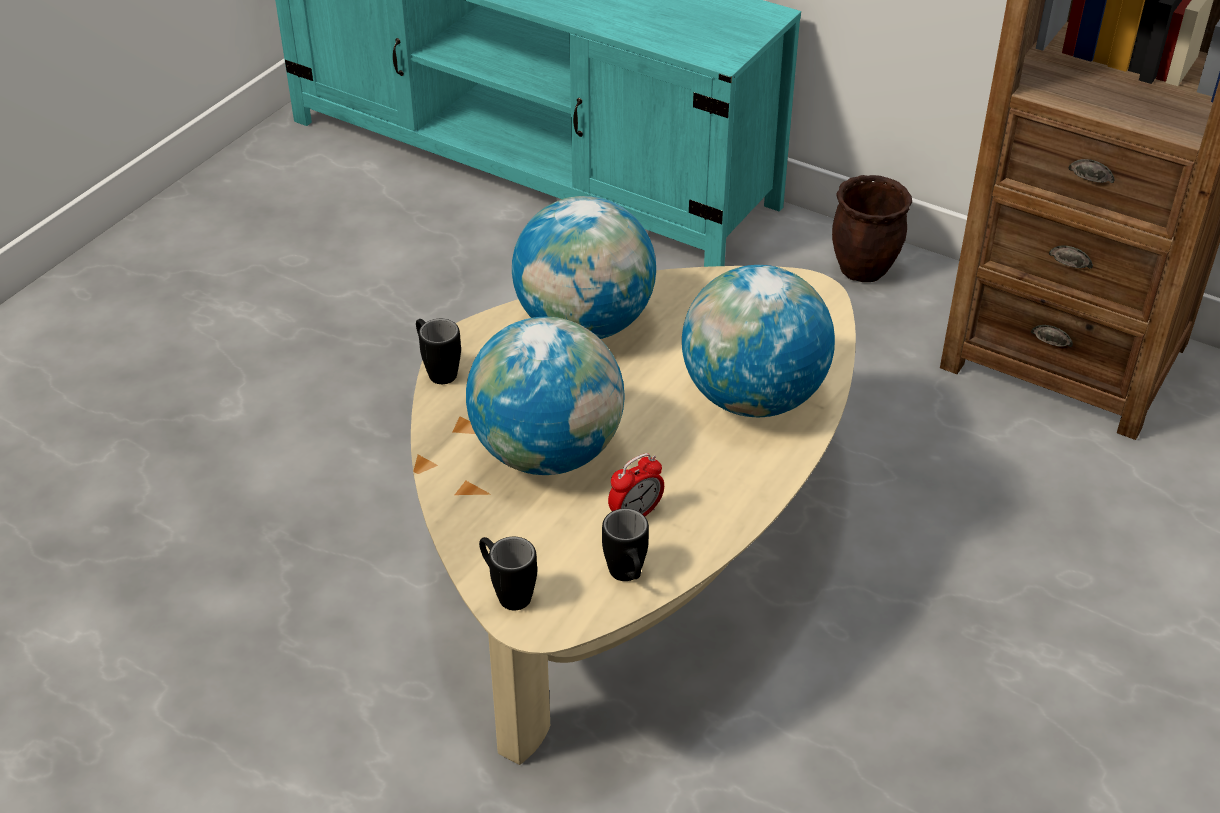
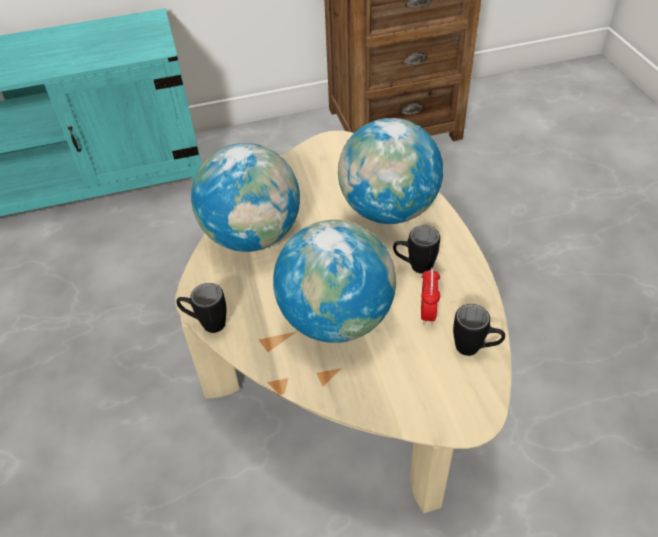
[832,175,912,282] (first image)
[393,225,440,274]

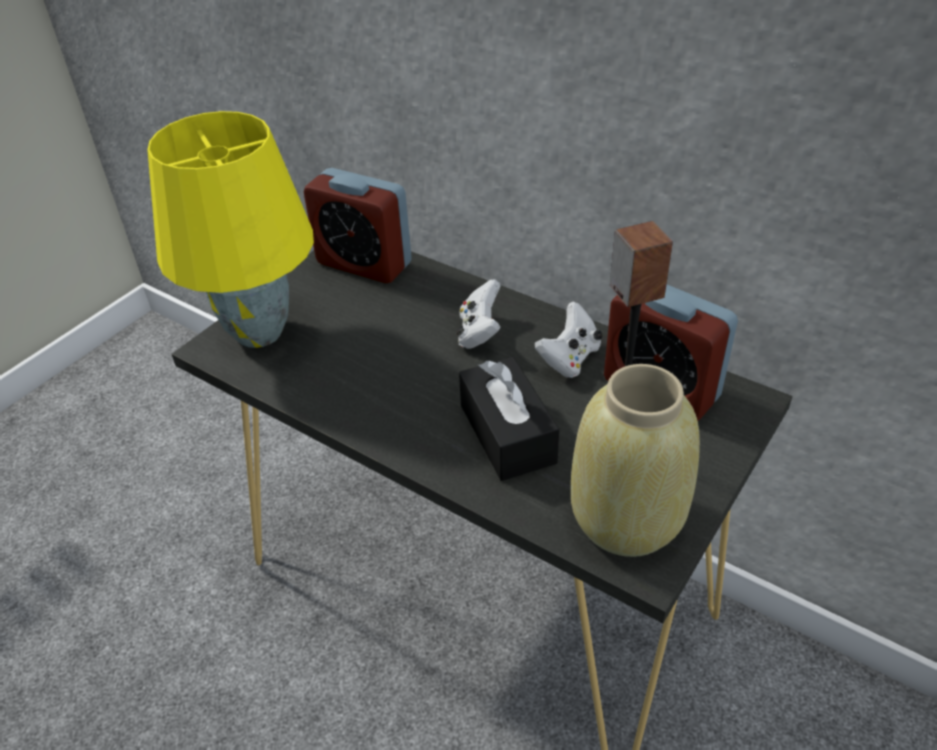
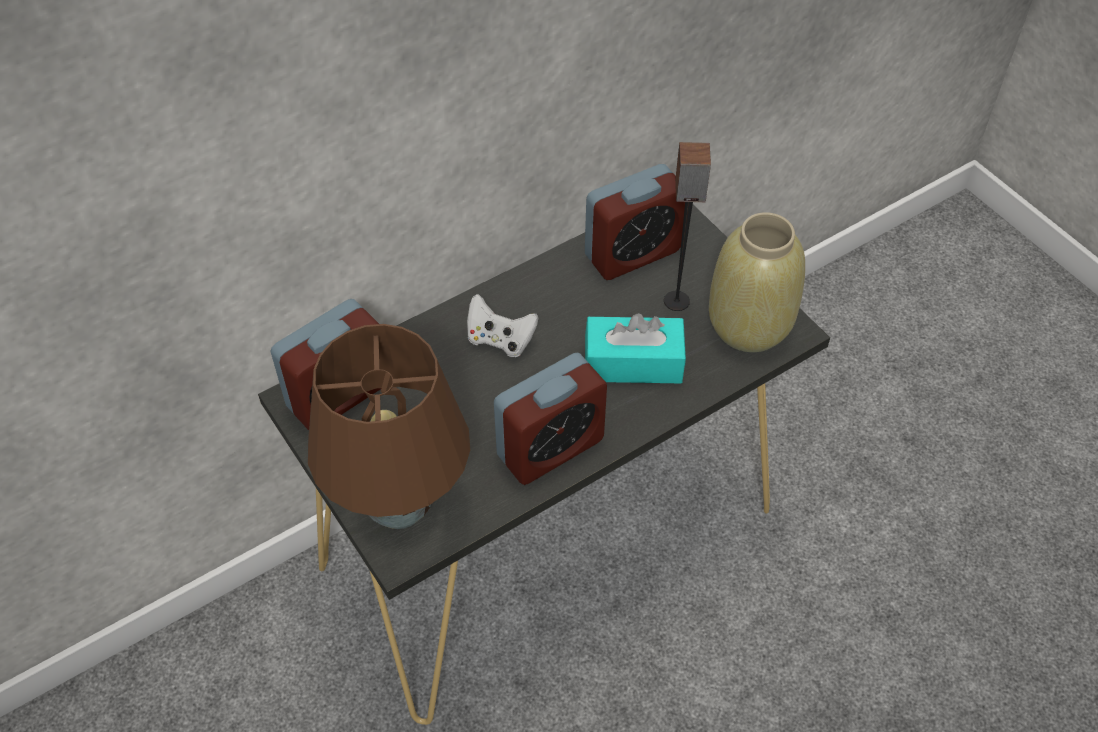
[534,302,603,378] (first image)
[494,352,607,485]
[308,324,470,529]
[585,313,686,383]

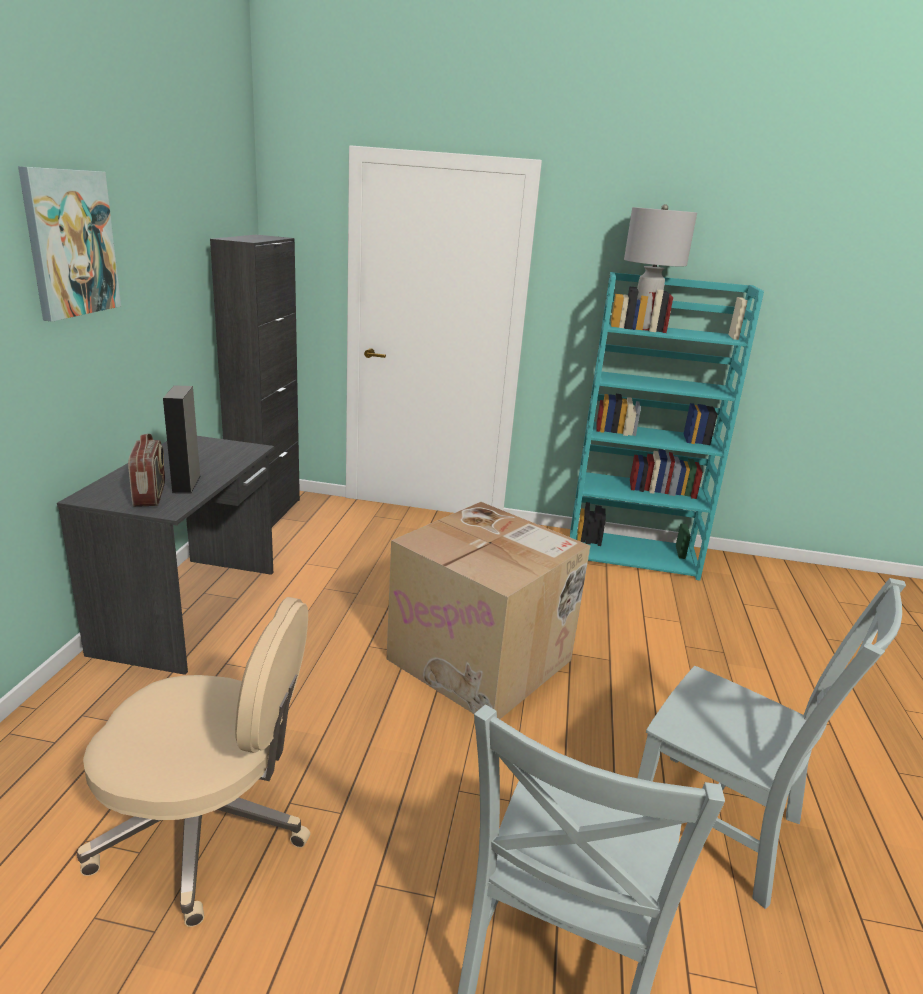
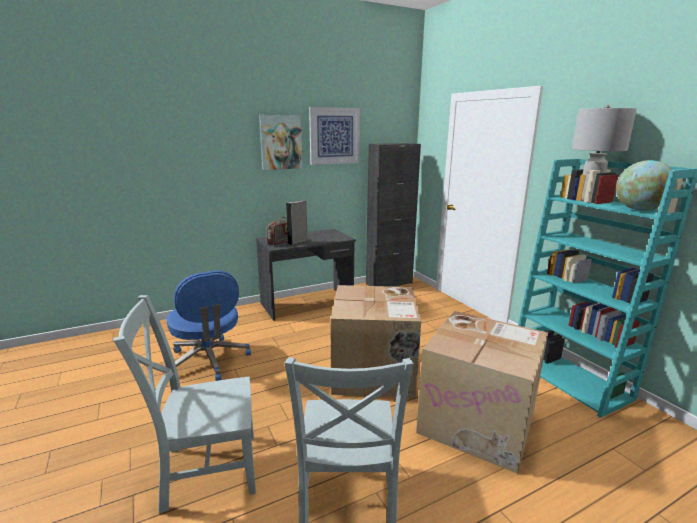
[309,107,360,165]
[416,311,548,474]
[616,160,678,211]
[166,270,251,381]

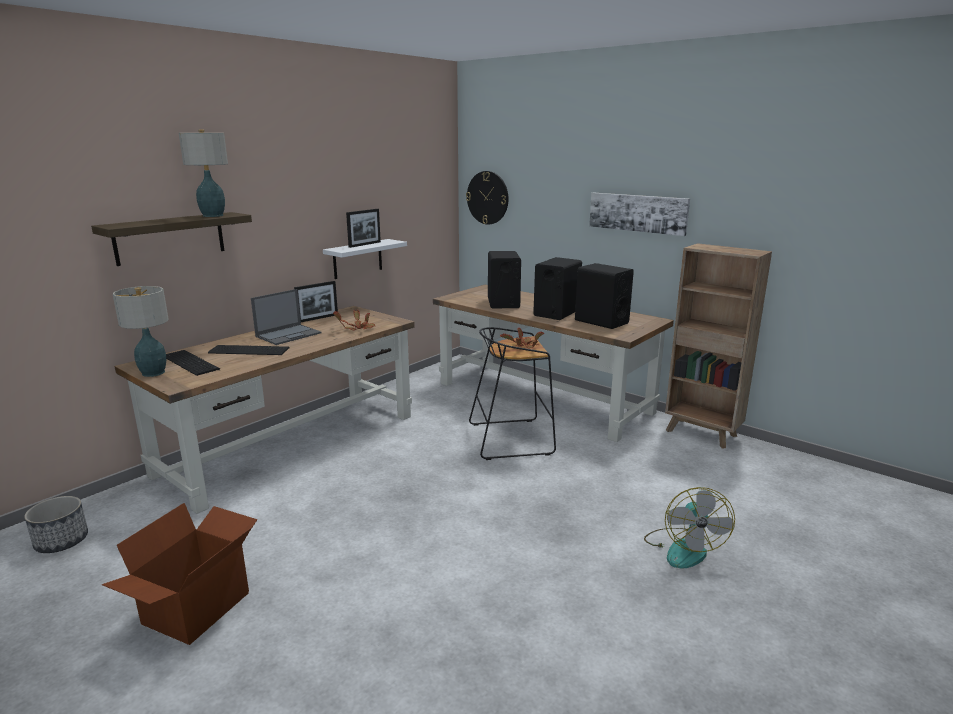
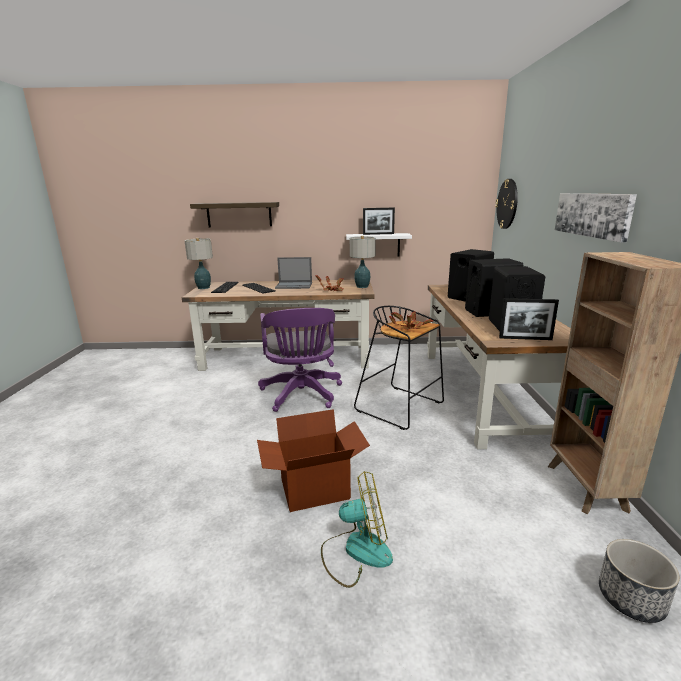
[258,308,342,412]
[599,539,680,623]
[257,409,370,512]
[350,236,375,288]
[499,298,559,340]
[321,471,393,588]

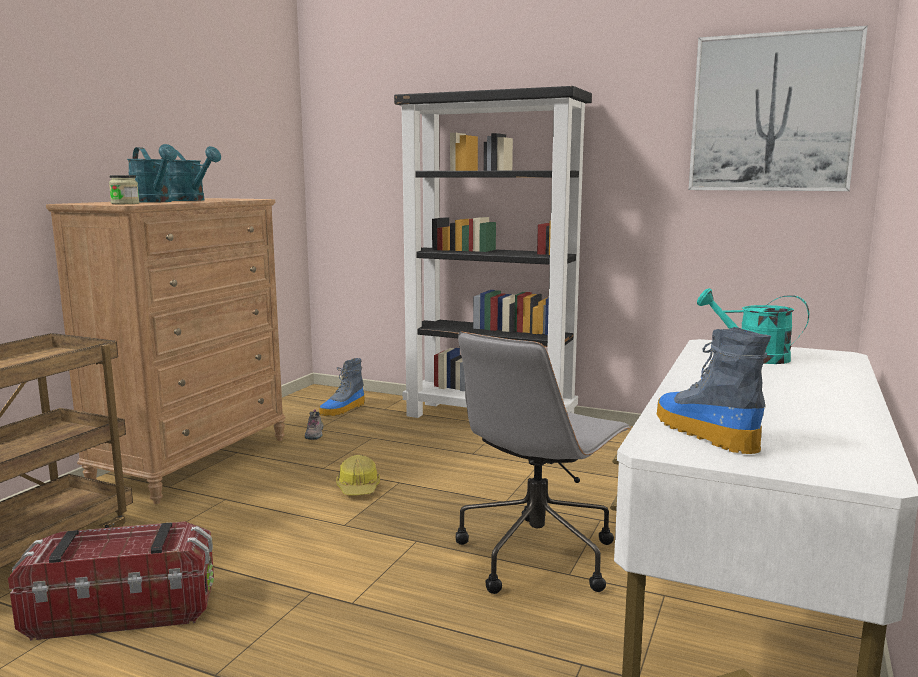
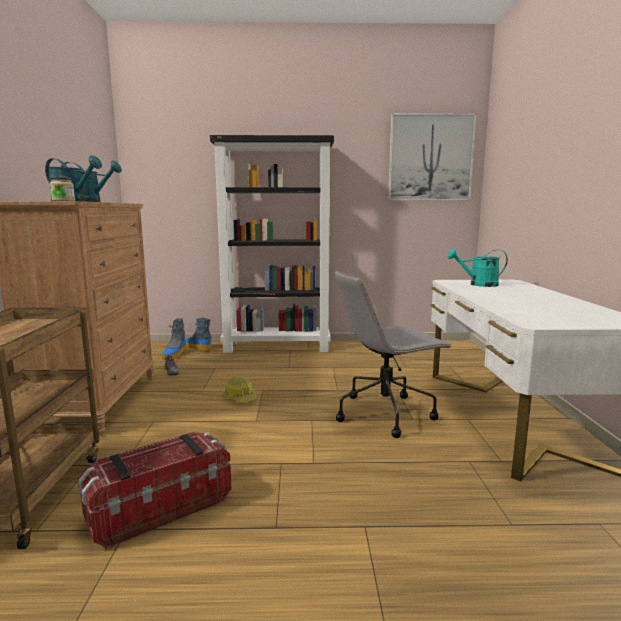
[186,318,212,351]
[335,270,453,438]

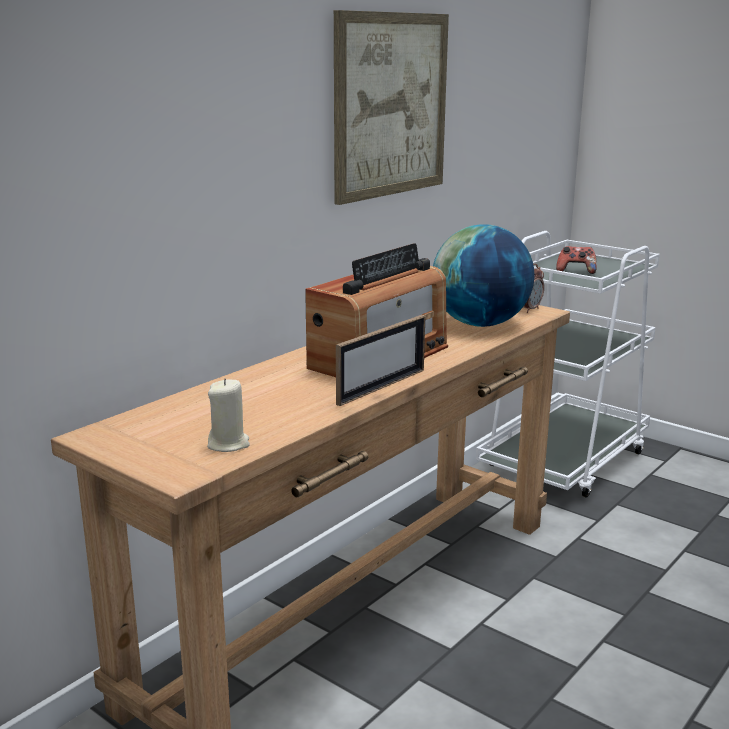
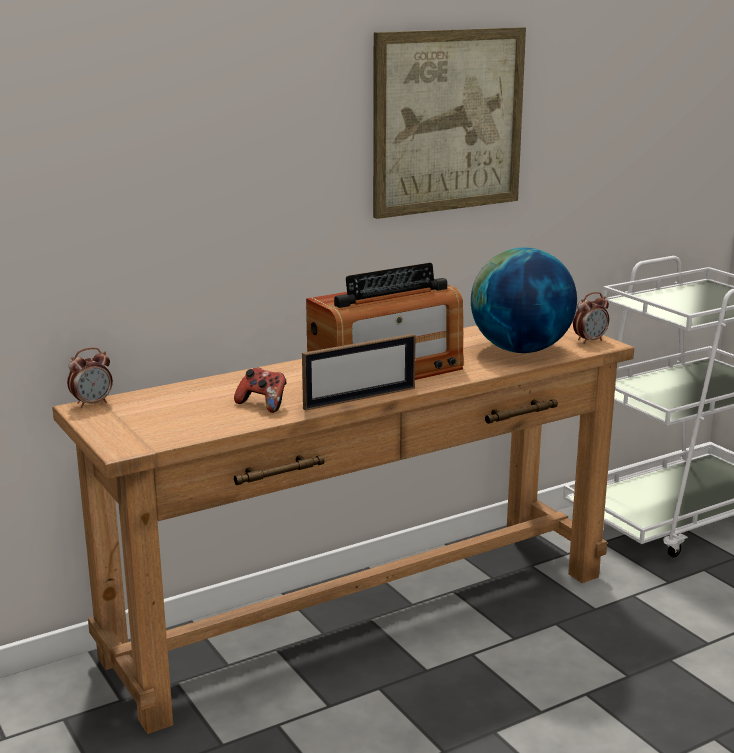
[207,378,250,452] (first image)
[67,348,113,408]
[234,367,287,413]

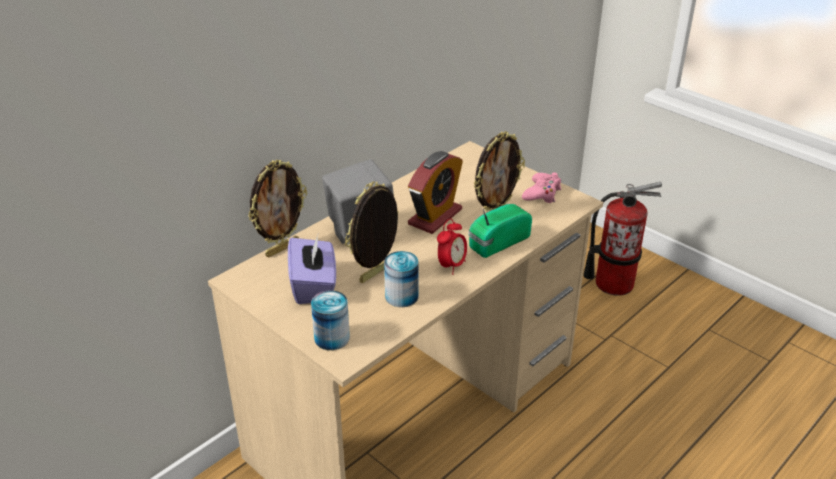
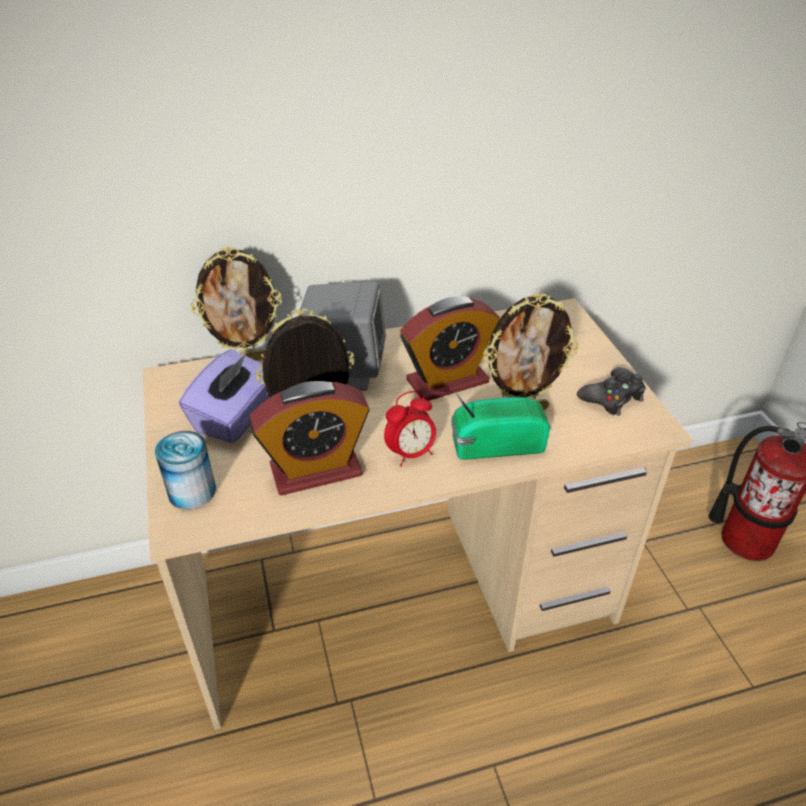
[250,381,370,496]
[577,367,646,416]

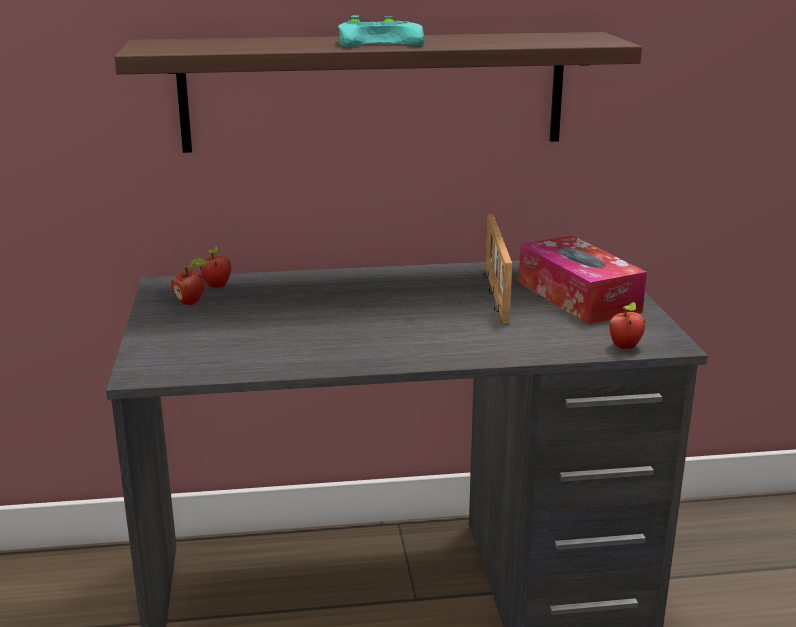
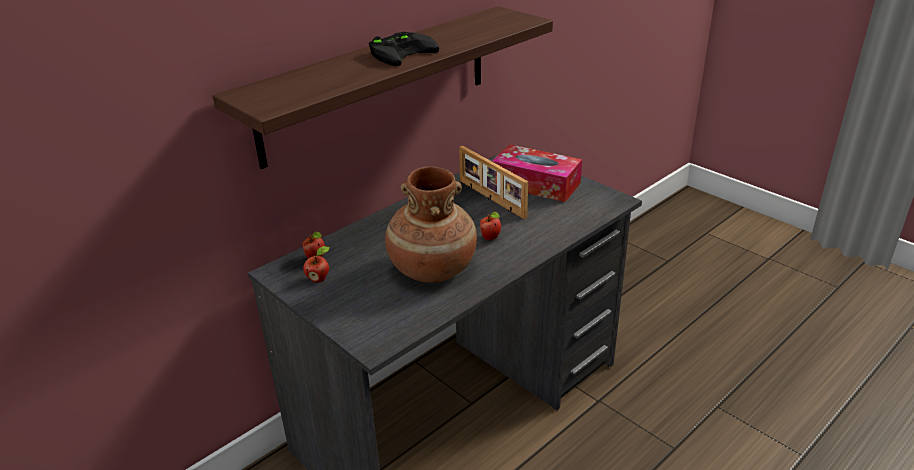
[385,166,477,283]
[480,212,501,241]
[369,32,439,66]

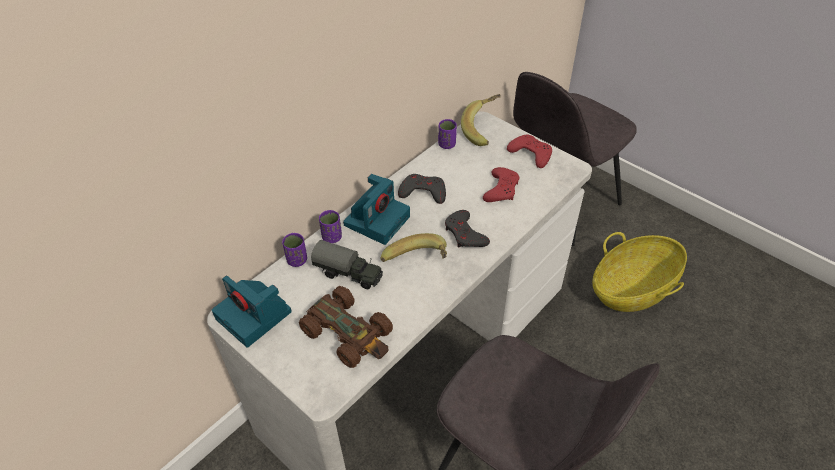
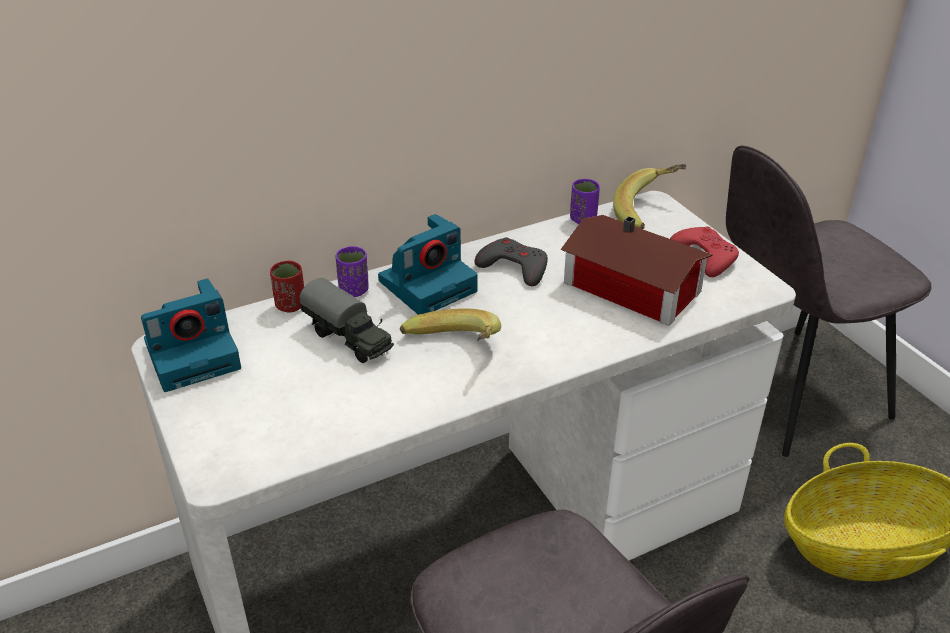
[299,286,393,368] (first image)
[445,210,490,248] (first image)
[561,215,713,326]
[270,260,304,312]
[141,279,241,392]

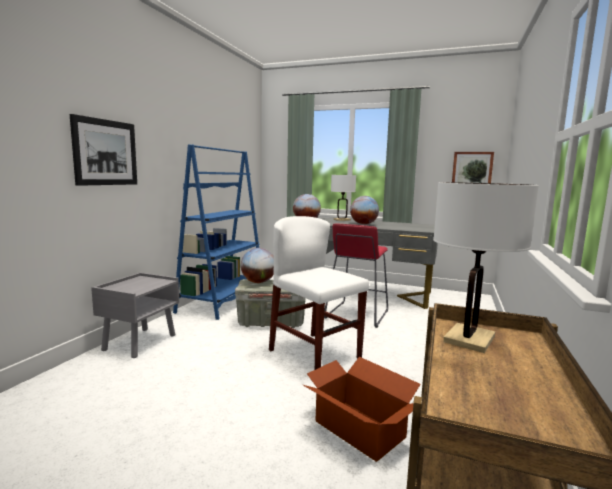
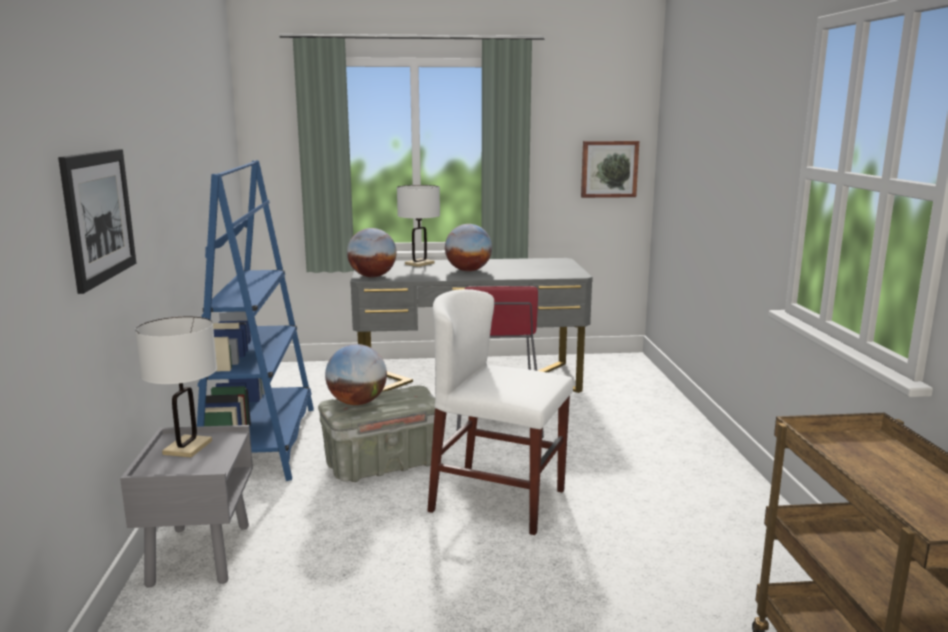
[303,357,421,462] (first image)
[135,316,217,458]

